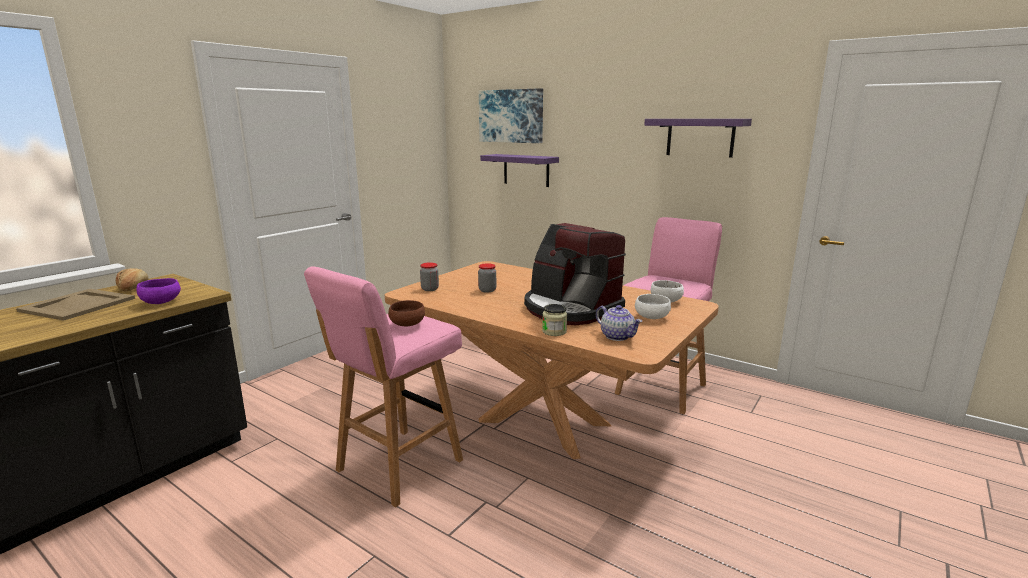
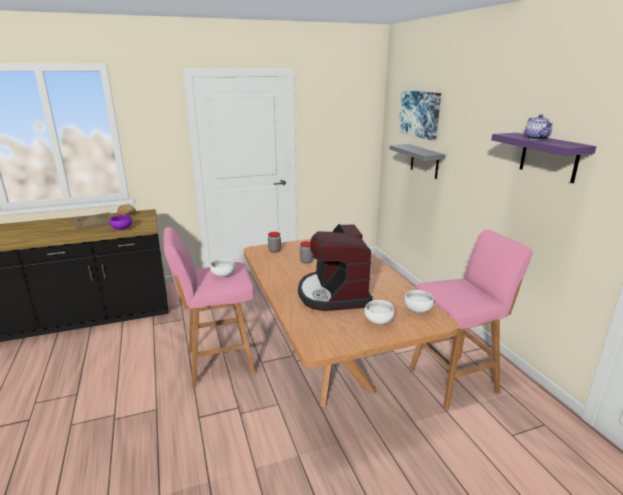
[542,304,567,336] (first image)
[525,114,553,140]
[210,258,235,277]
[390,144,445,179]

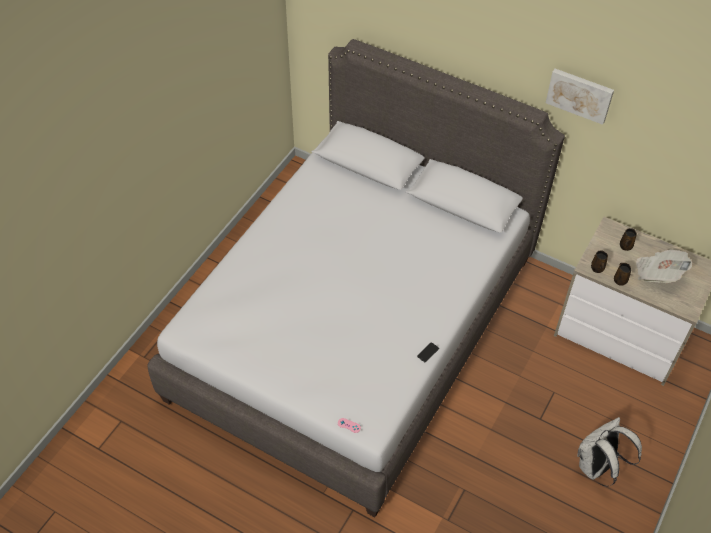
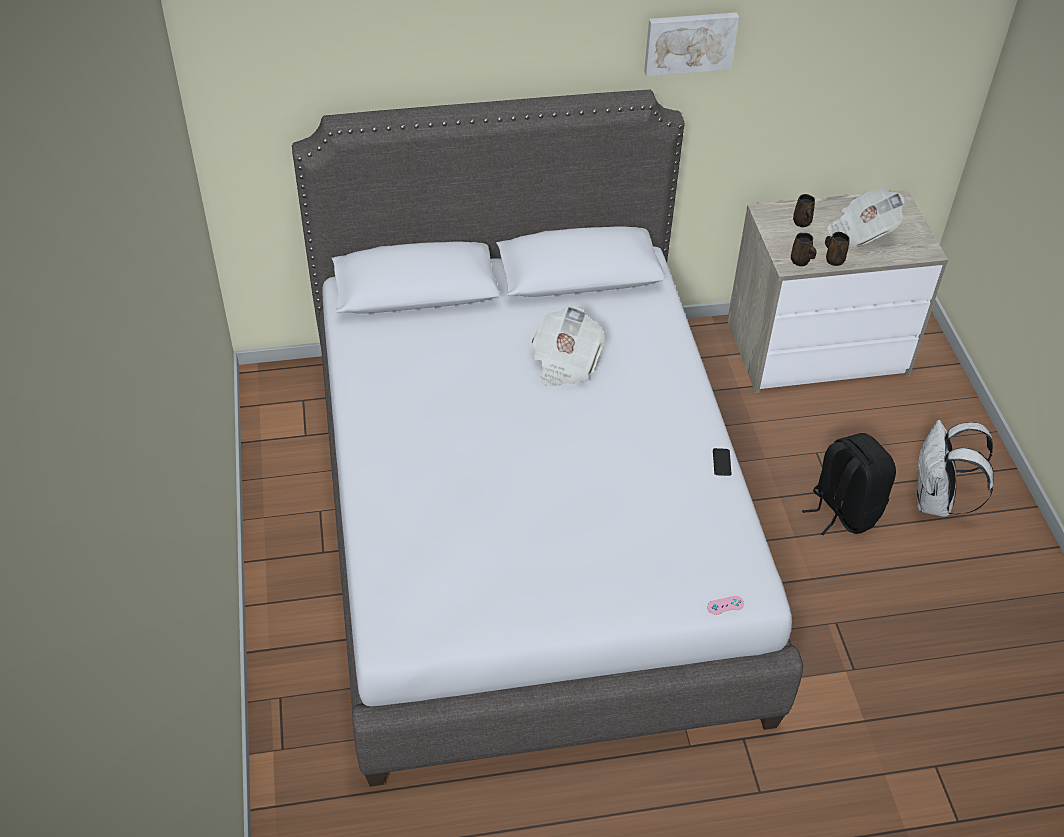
[532,306,605,387]
[802,433,896,535]

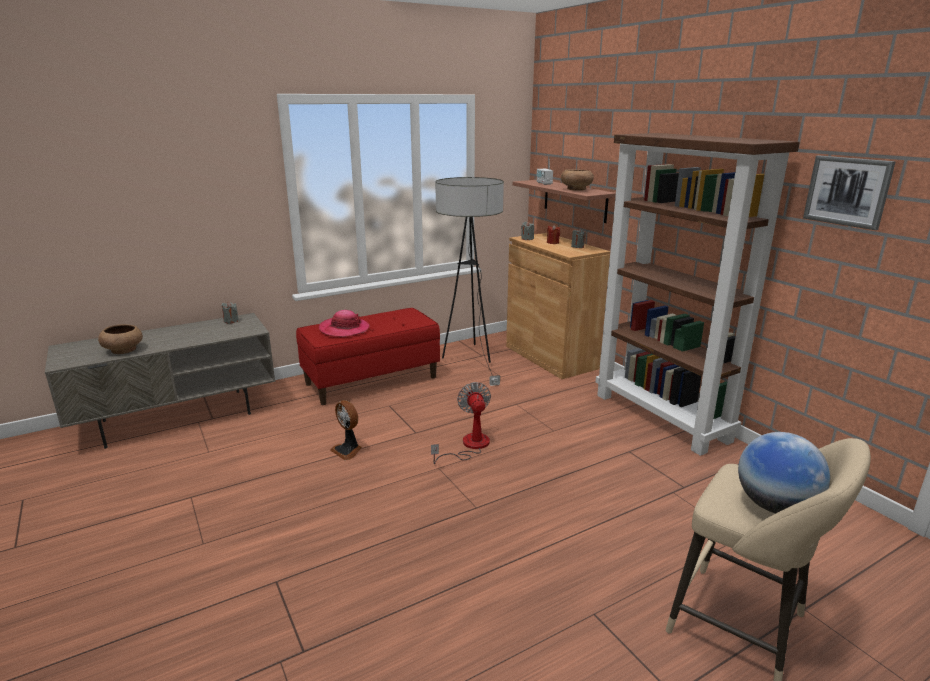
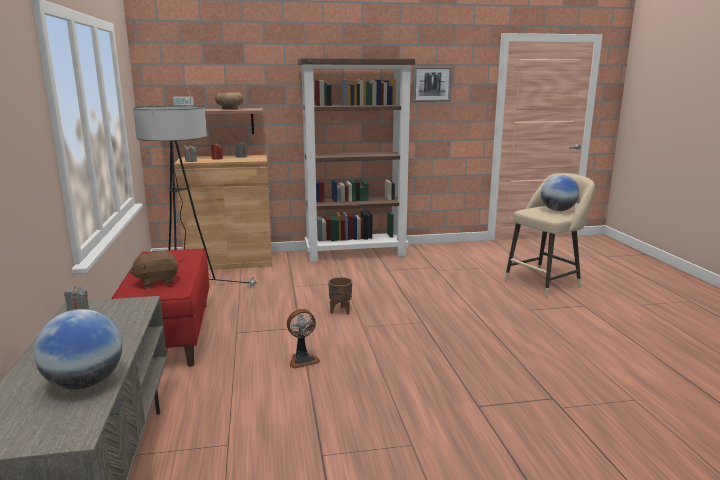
[34,309,122,390]
[129,251,179,287]
[328,277,352,315]

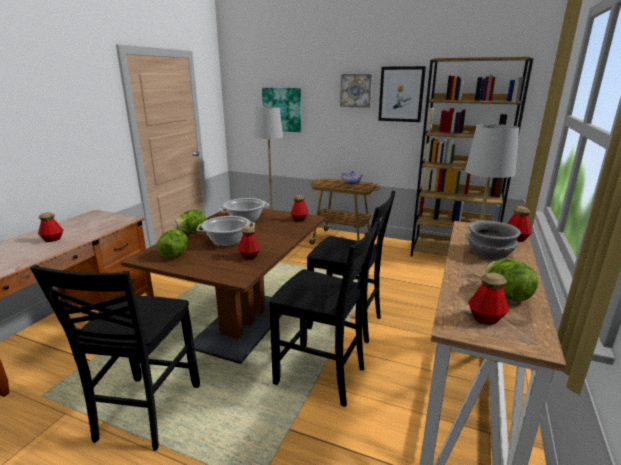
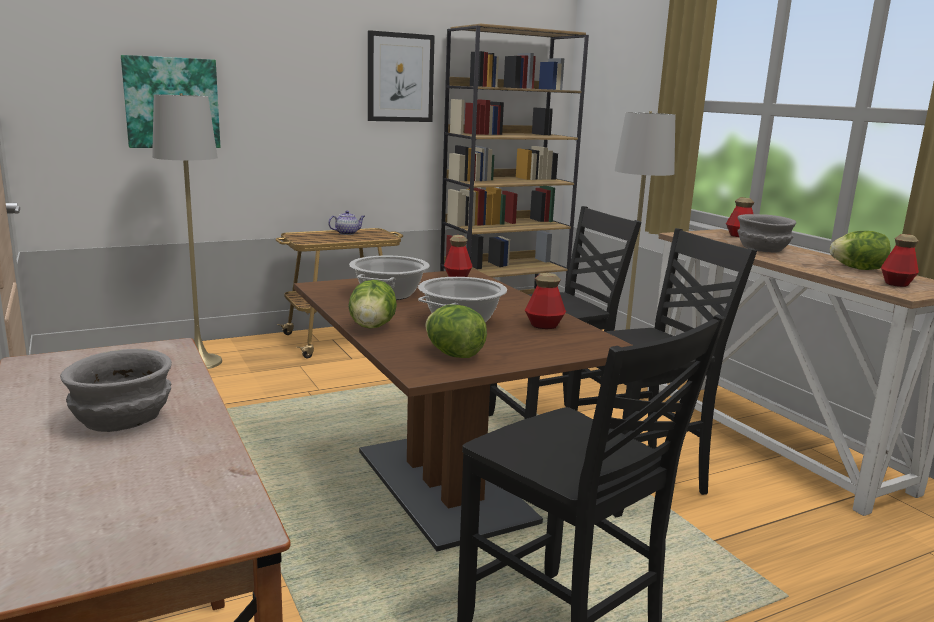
[340,74,372,108] (first image)
[60,349,172,432]

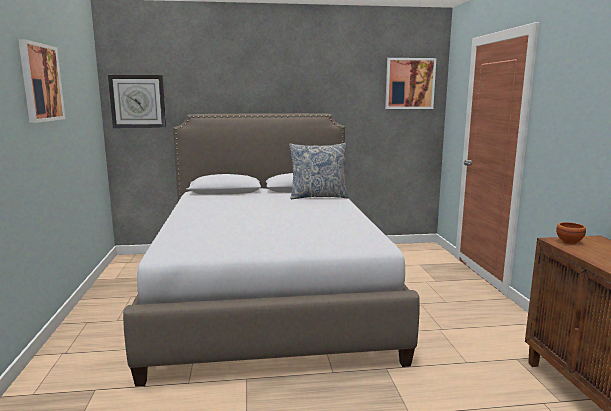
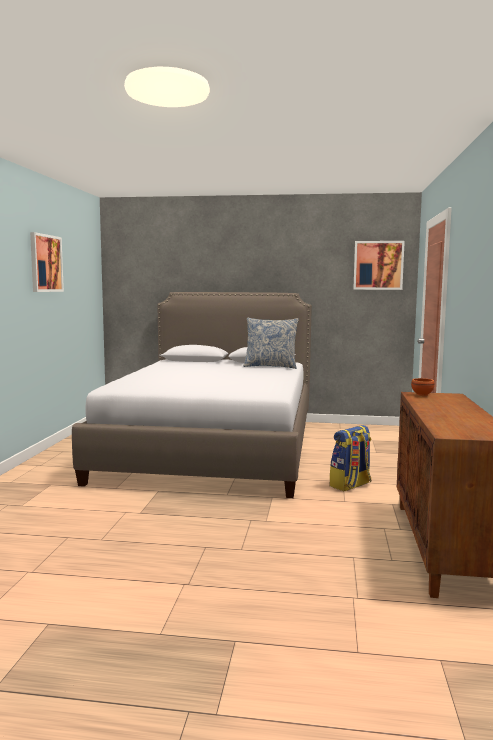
[108,75,166,128] (first image)
[330,425,371,491]

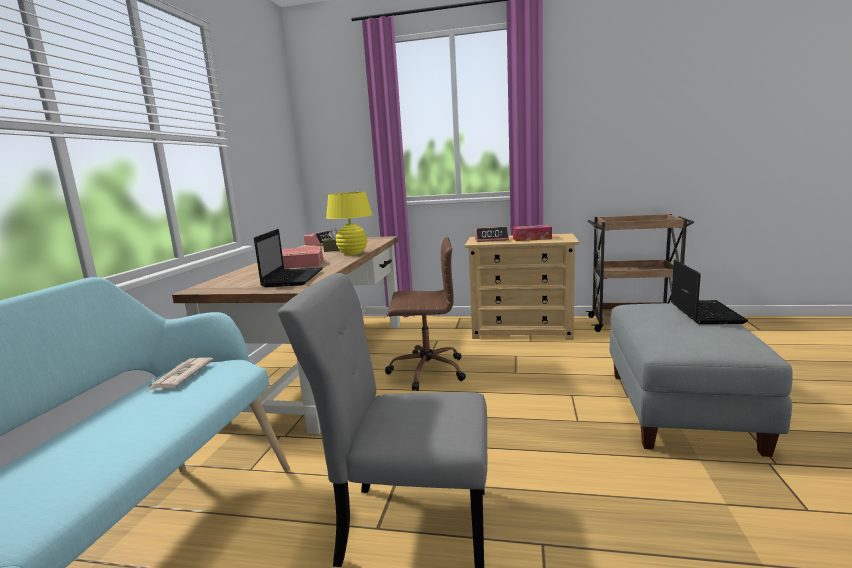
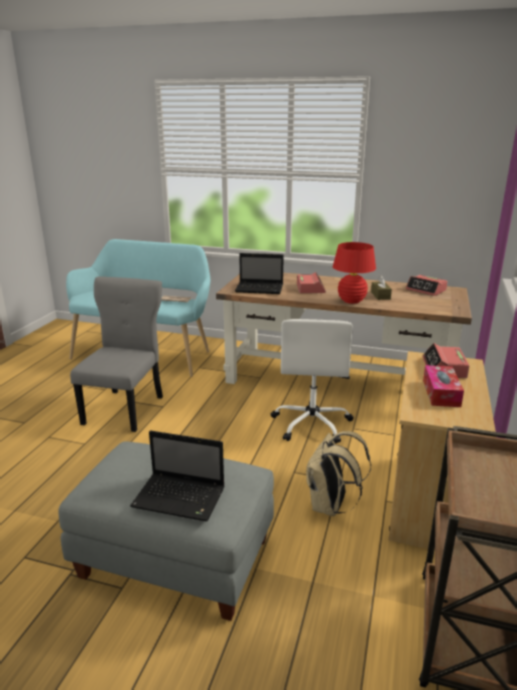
[306,431,371,516]
[333,242,376,304]
[271,319,354,444]

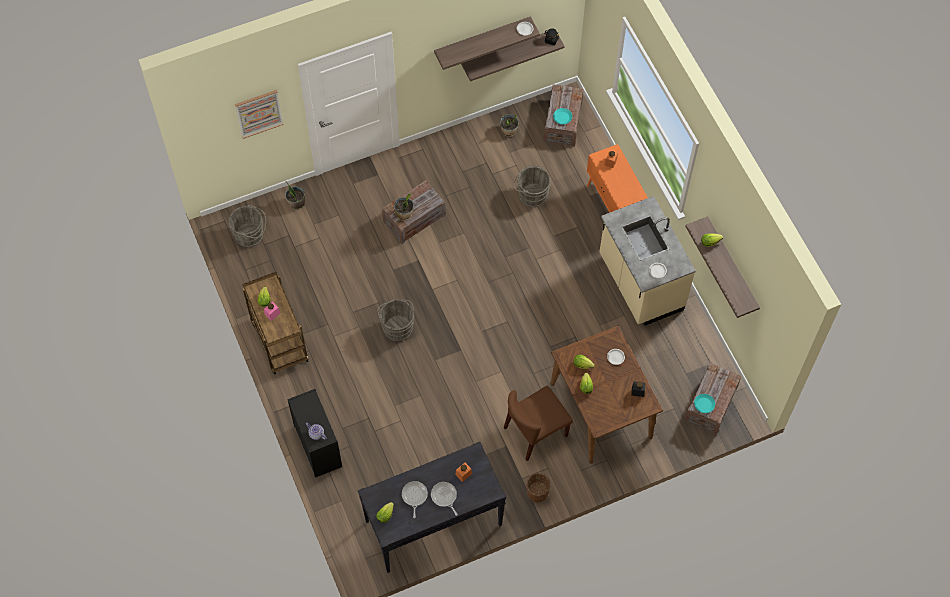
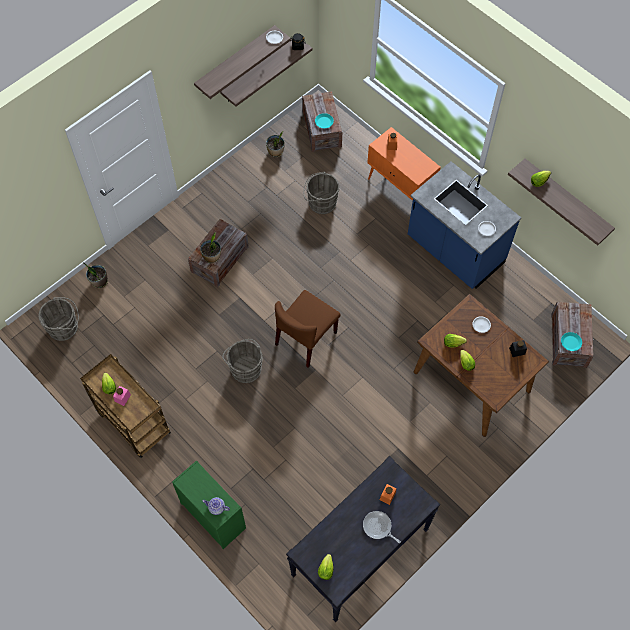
[235,90,284,139] (first image)
[402,481,428,518] (first image)
[526,473,550,502] (first image)
[275,290,341,367]
[172,460,246,549]
[408,161,521,289]

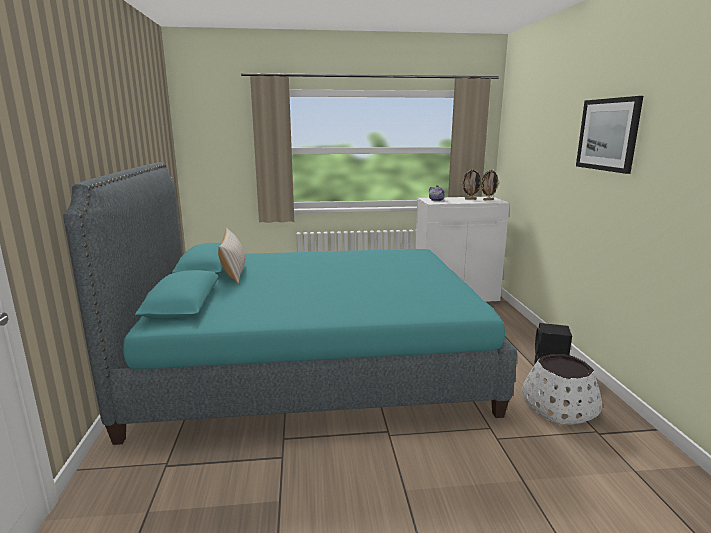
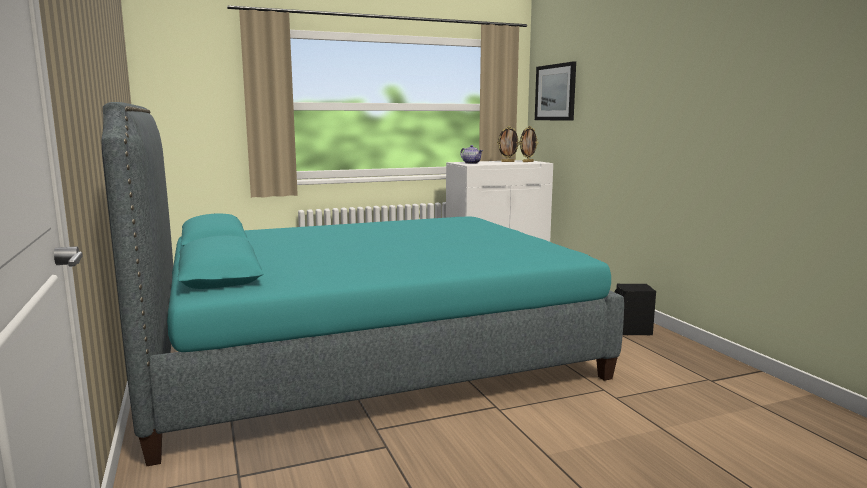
[218,228,245,284] (first image)
[522,354,602,425] (first image)
[535,61,576,121]

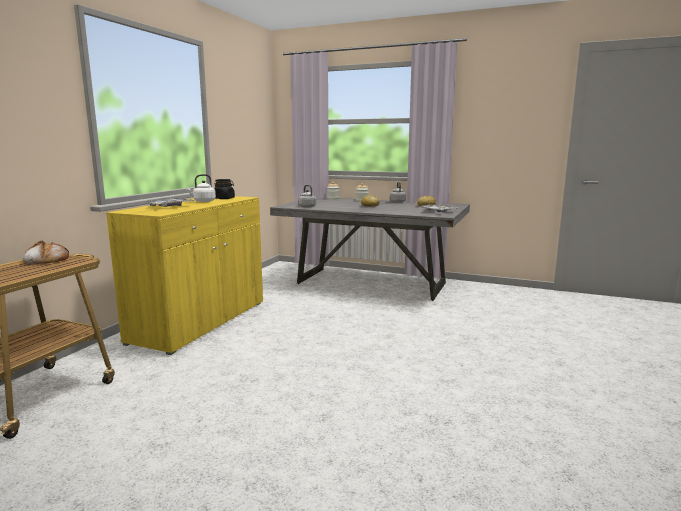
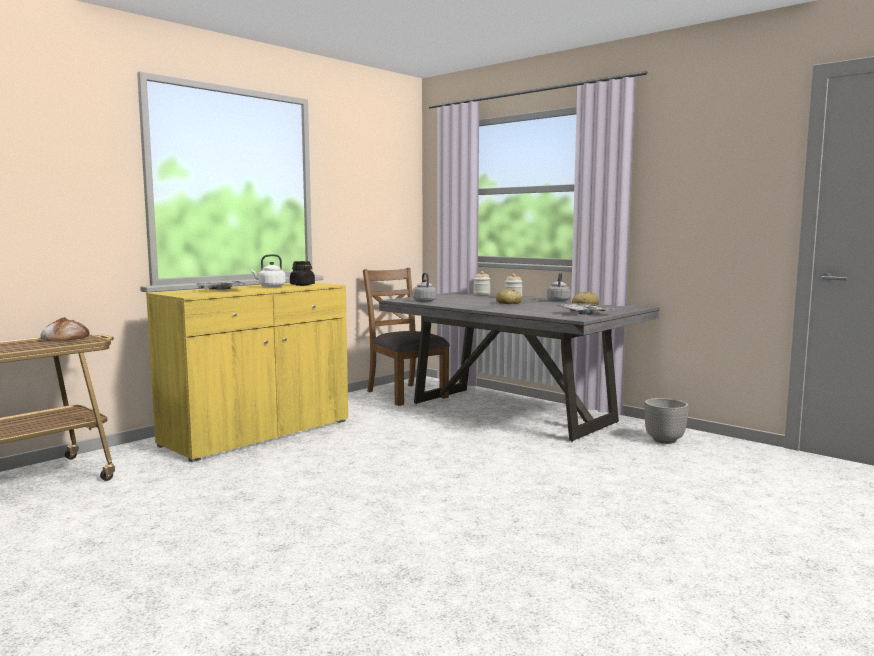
[363,268,450,406]
[644,398,689,444]

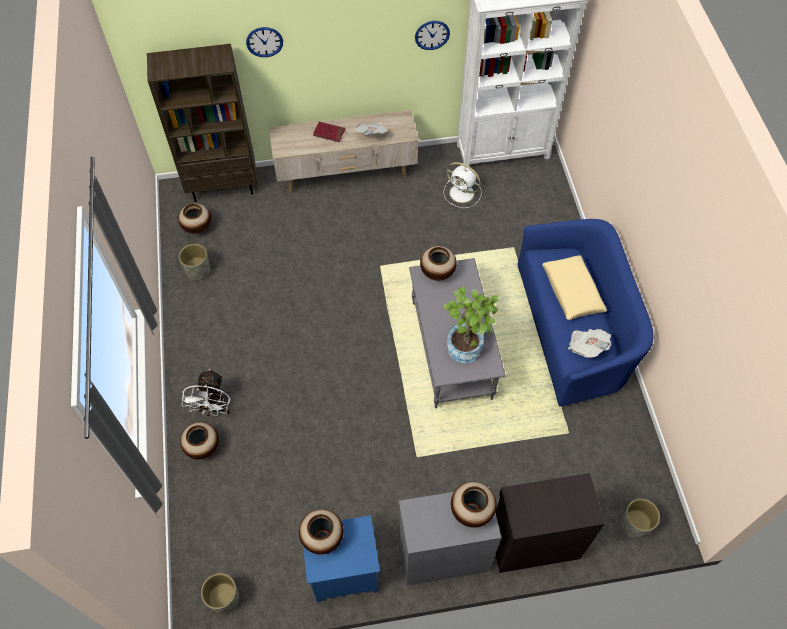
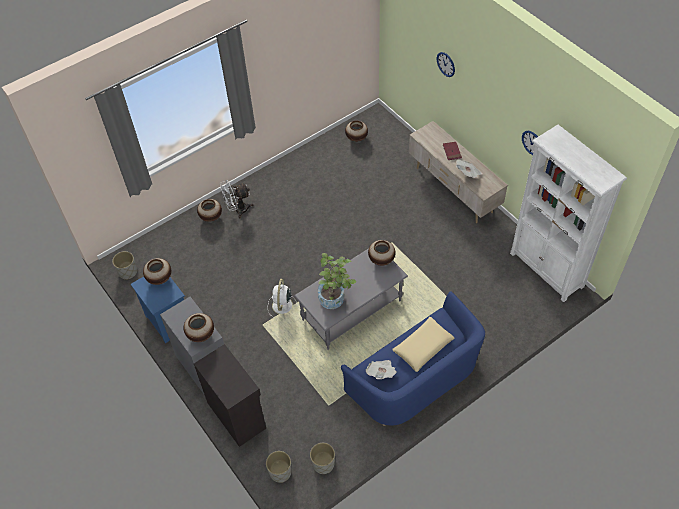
[147,44,257,202] (first image)
[310,443,335,474]
[267,279,298,317]

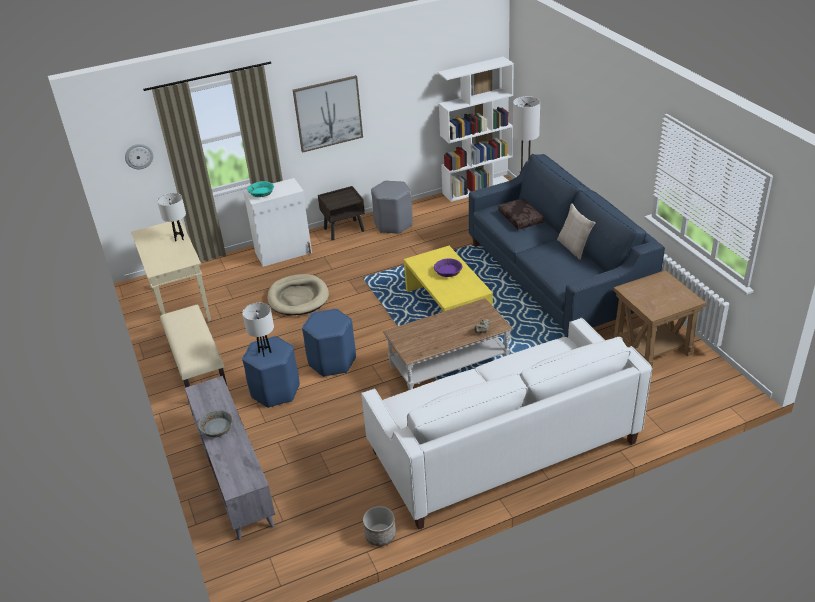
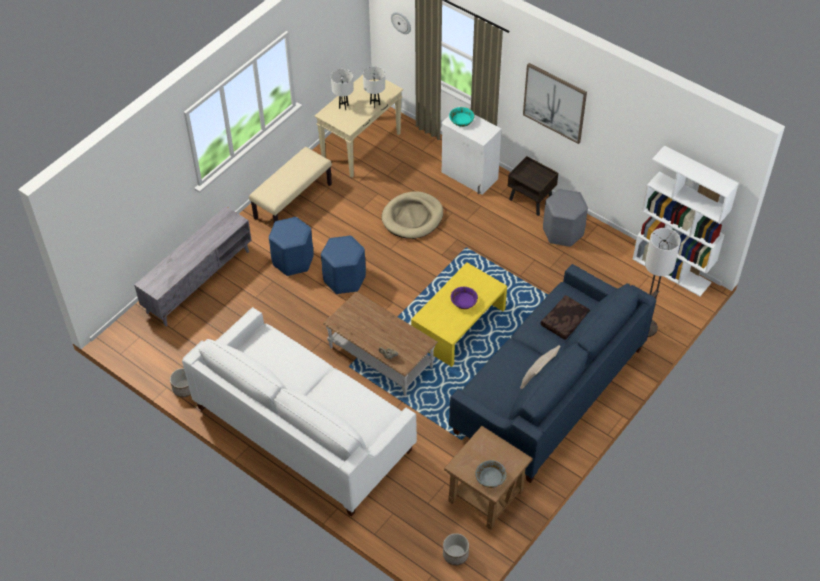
[443,533,469,566]
[476,460,506,488]
[331,69,354,110]

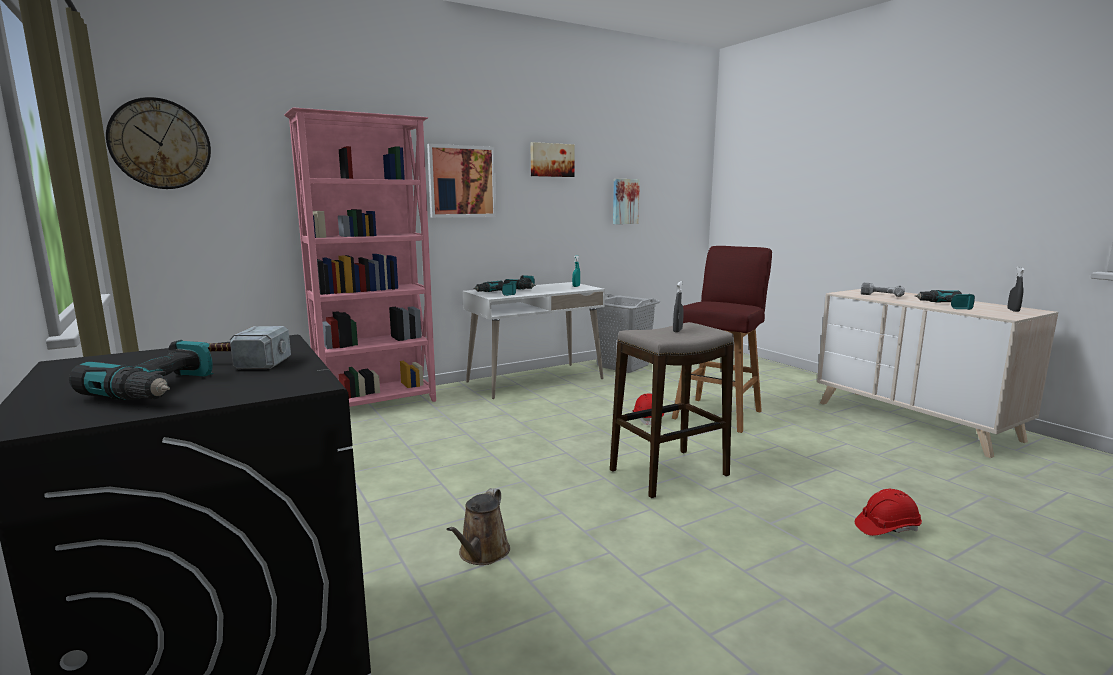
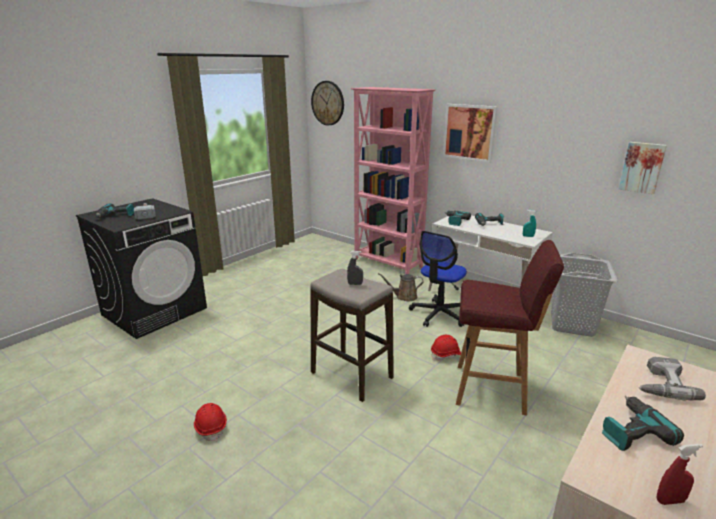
[531,142,575,177] (first image)
[409,231,467,327]
[378,273,423,301]
[194,403,227,441]
[657,444,703,505]

